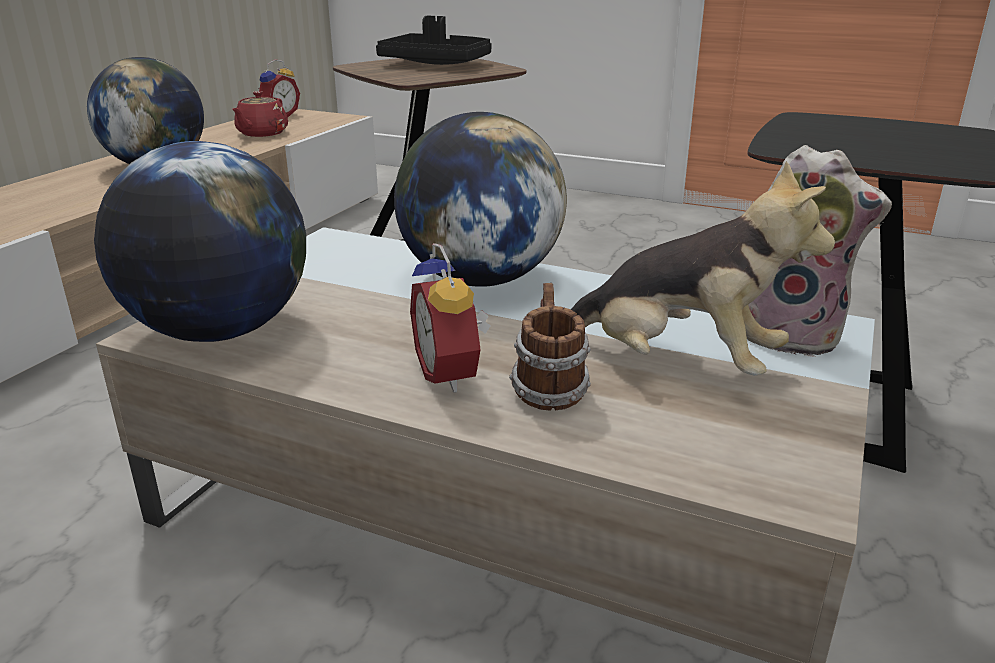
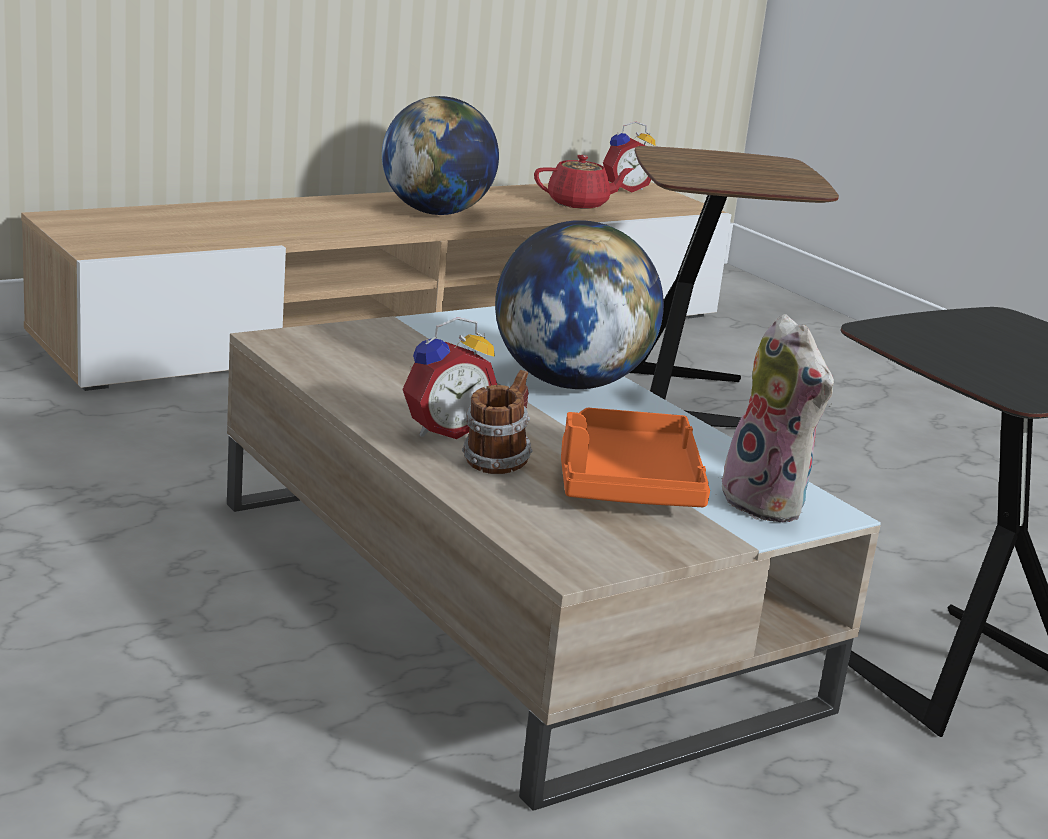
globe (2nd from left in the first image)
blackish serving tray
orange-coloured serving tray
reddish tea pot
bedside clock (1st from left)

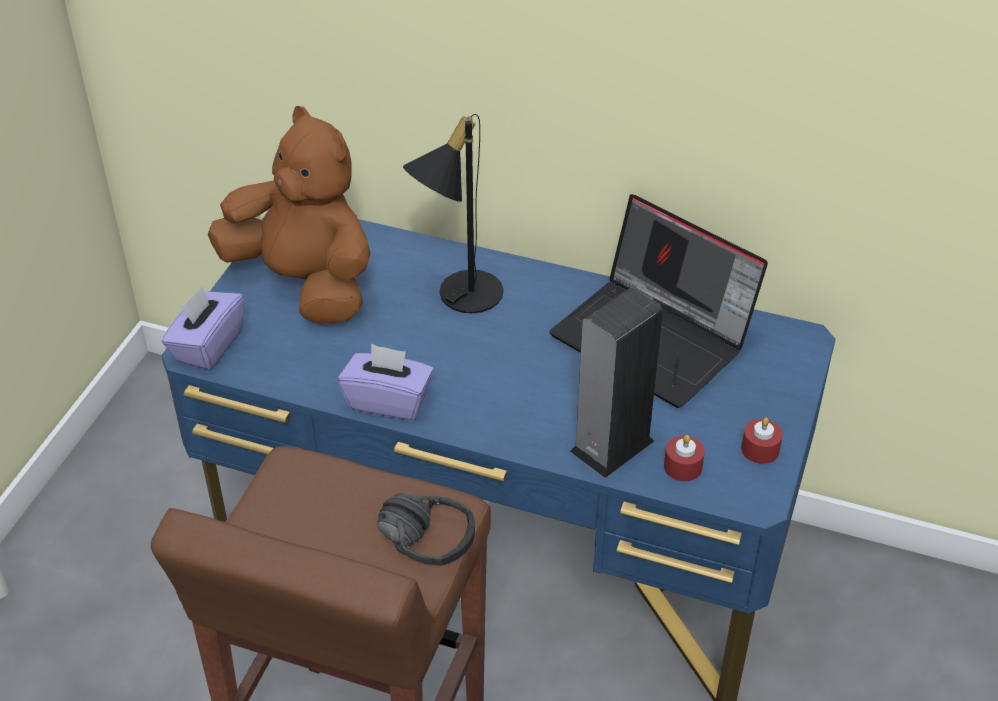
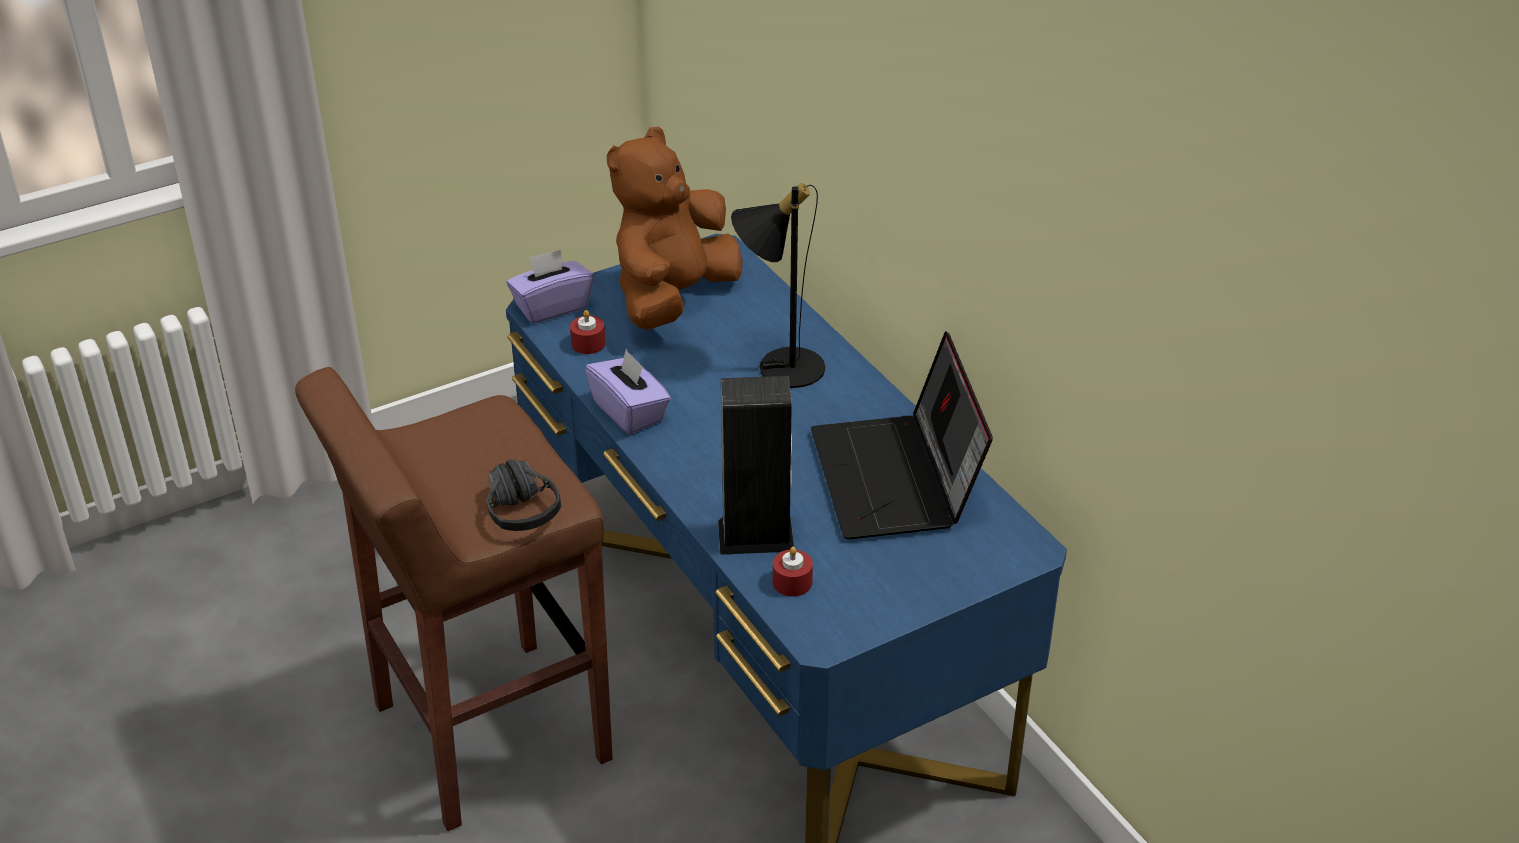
reddish wax candle (1st from left)
brown plush toy

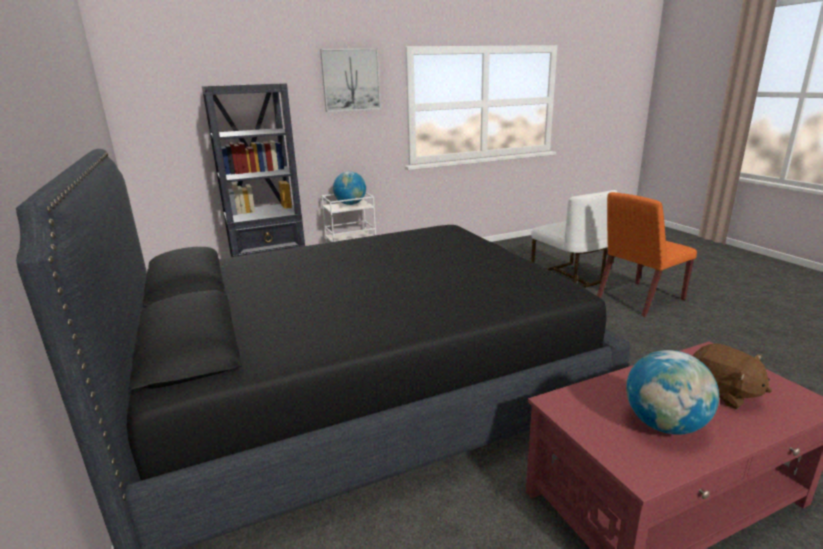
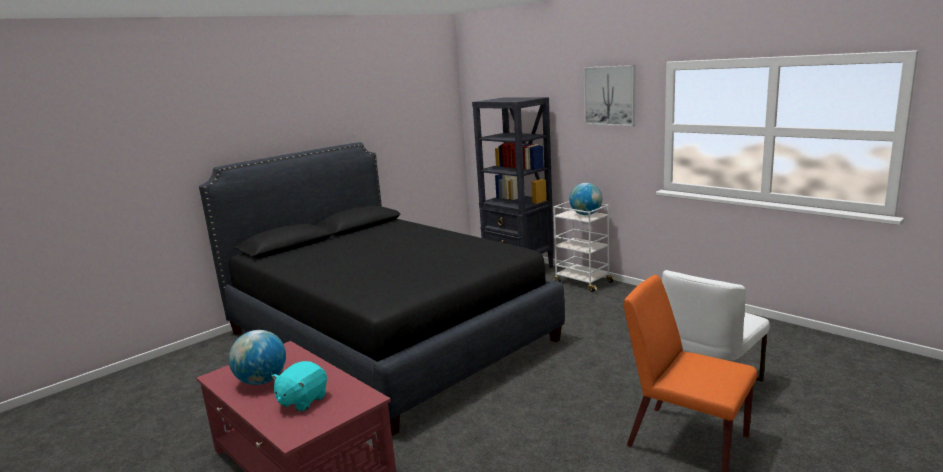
blue-green plush toy

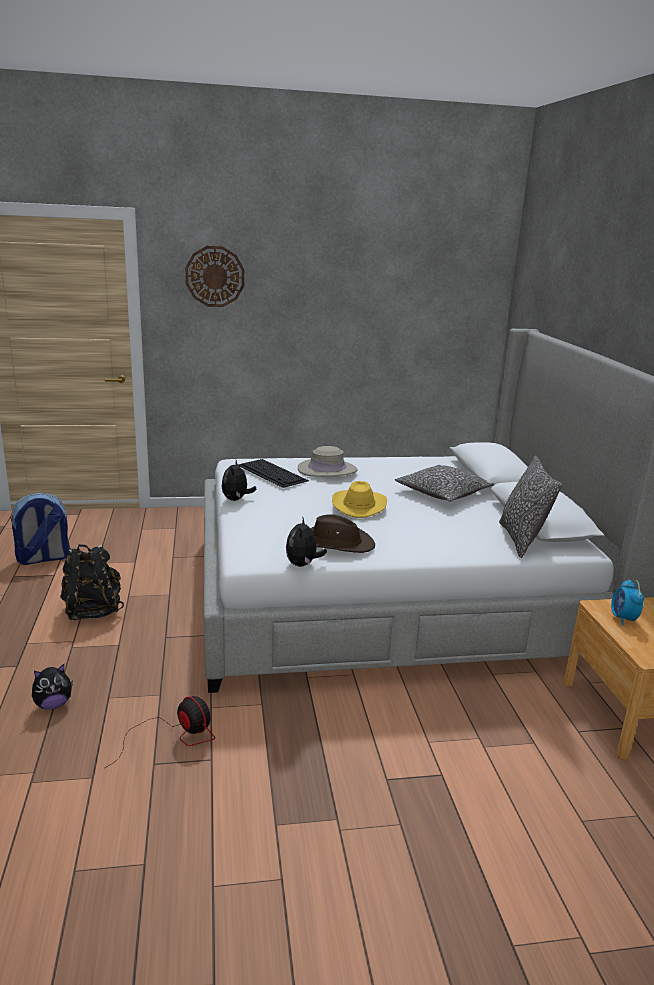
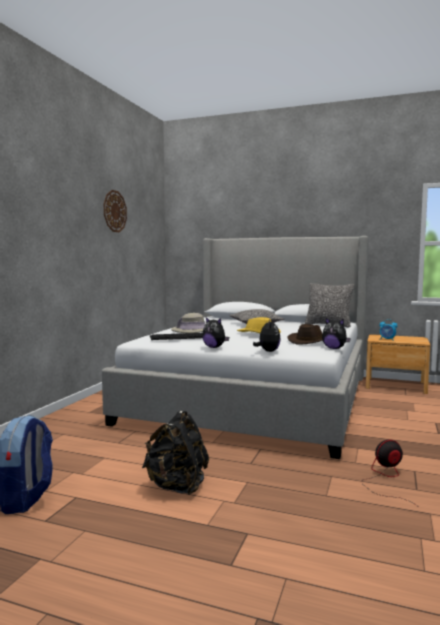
plush toy (2nd from left)
clock on the wall

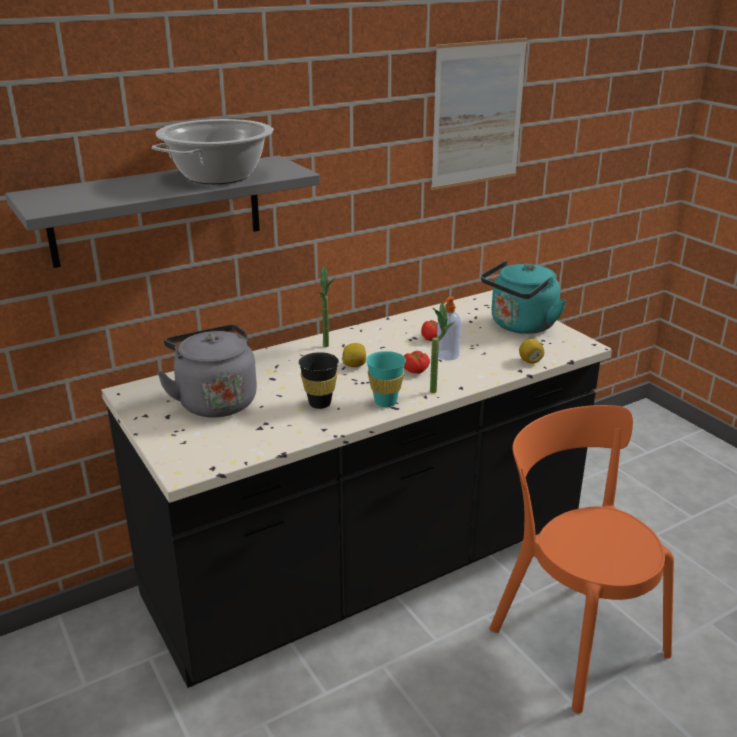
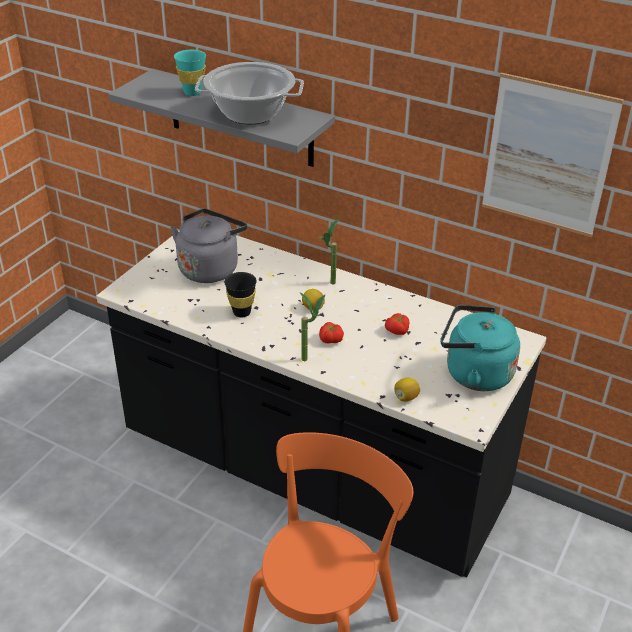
soap bottle
blue-green small cup

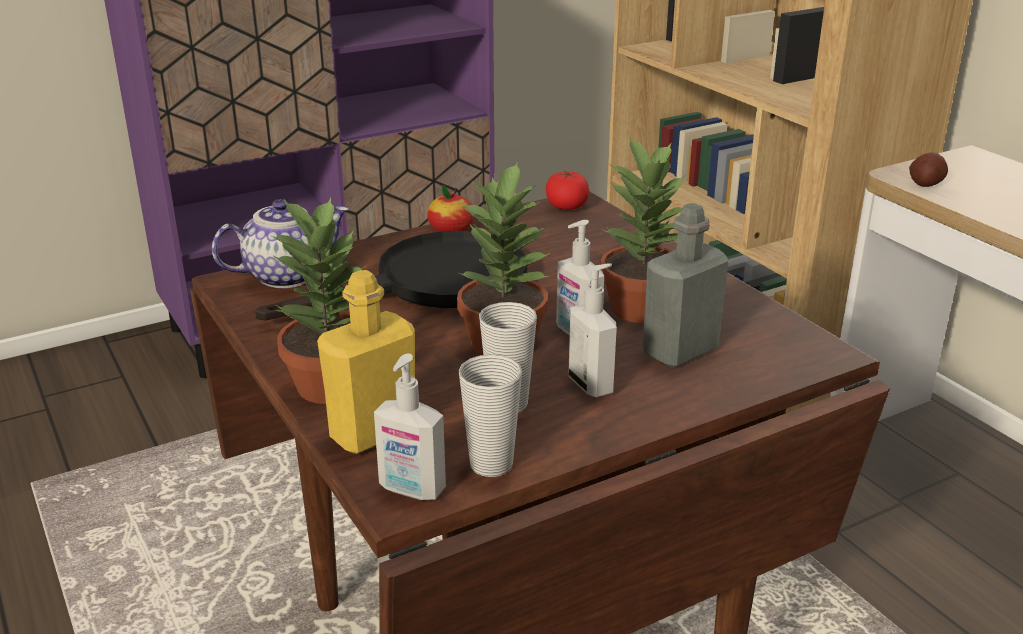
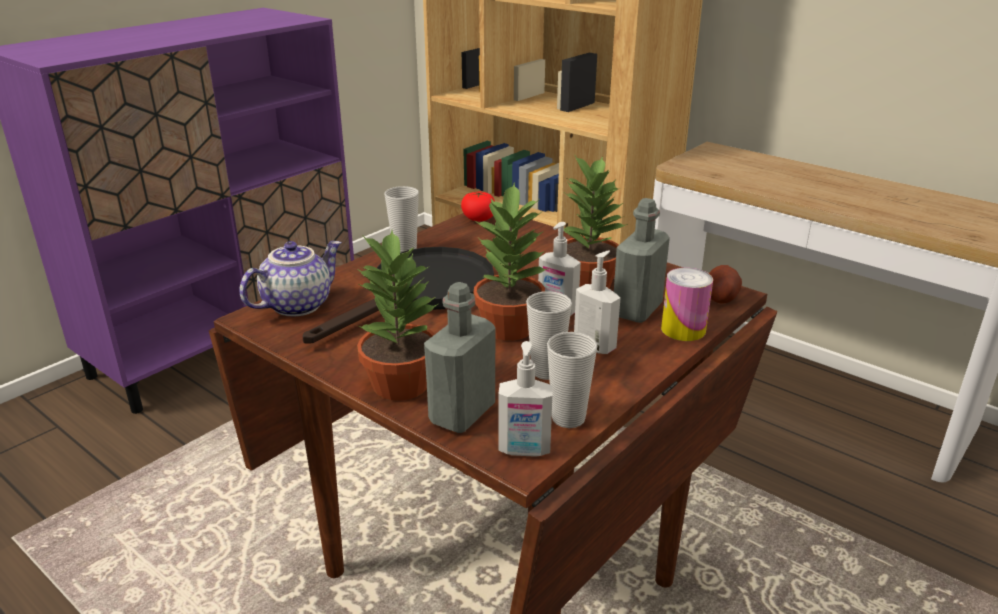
sealed can
whole potato
small cup (1st from left)
grey beverage bottle (1st from left)

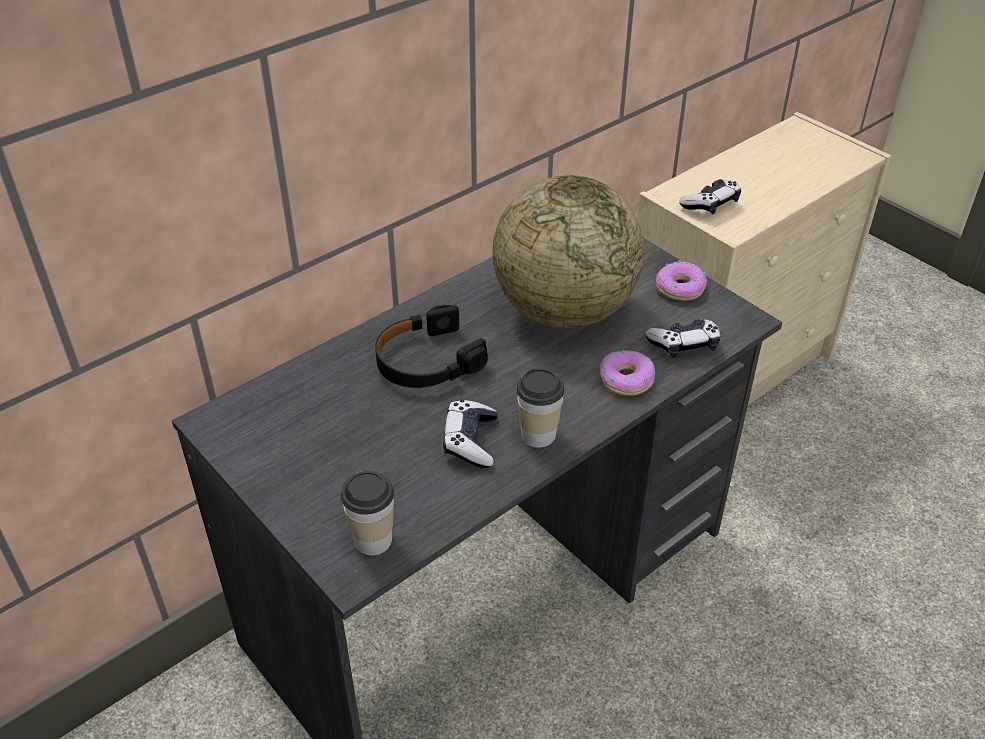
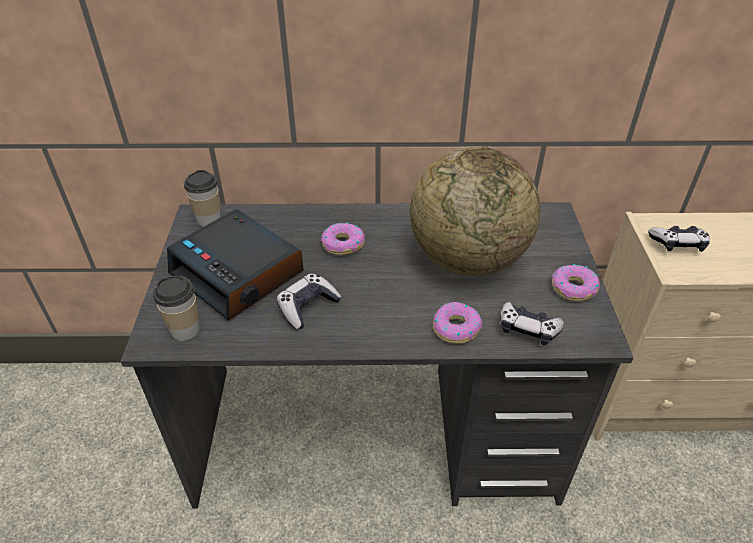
bedside clock
small cup (2nd from left)
ring doughnut (1st from left)

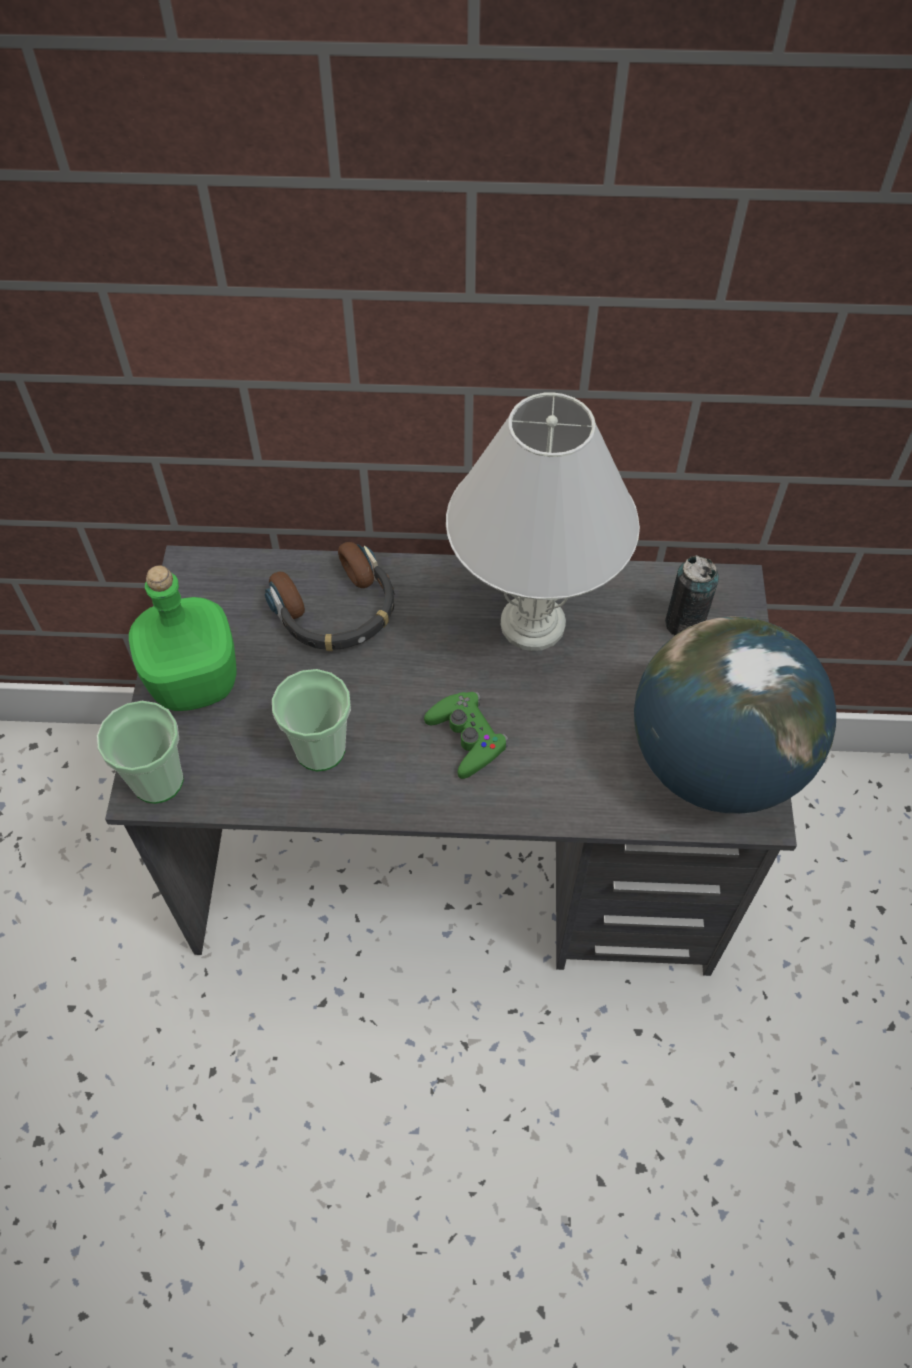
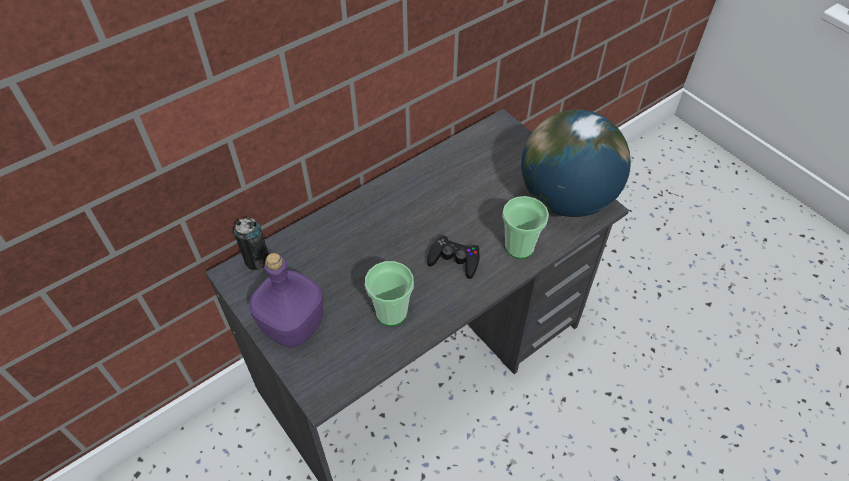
headset
white table lamp
small cup (2nd from left)
sealed can
purplish beverage bottle
blackish game controller

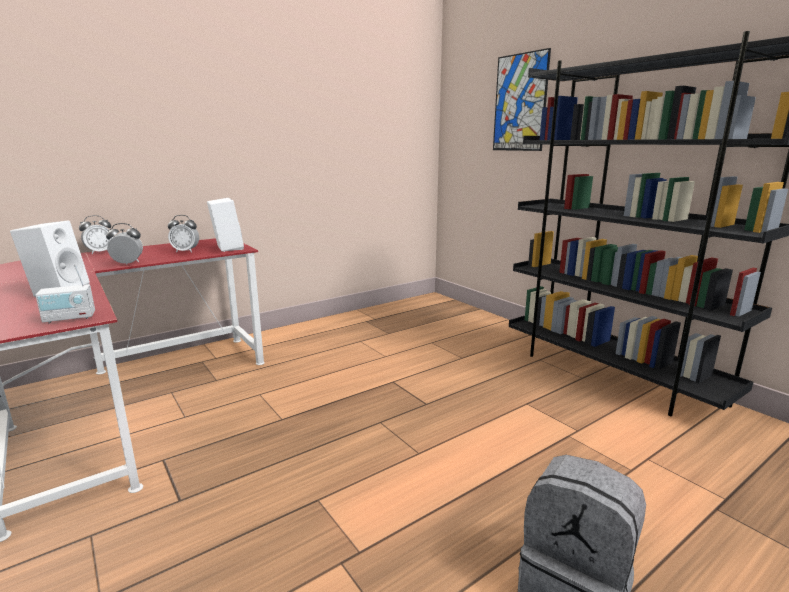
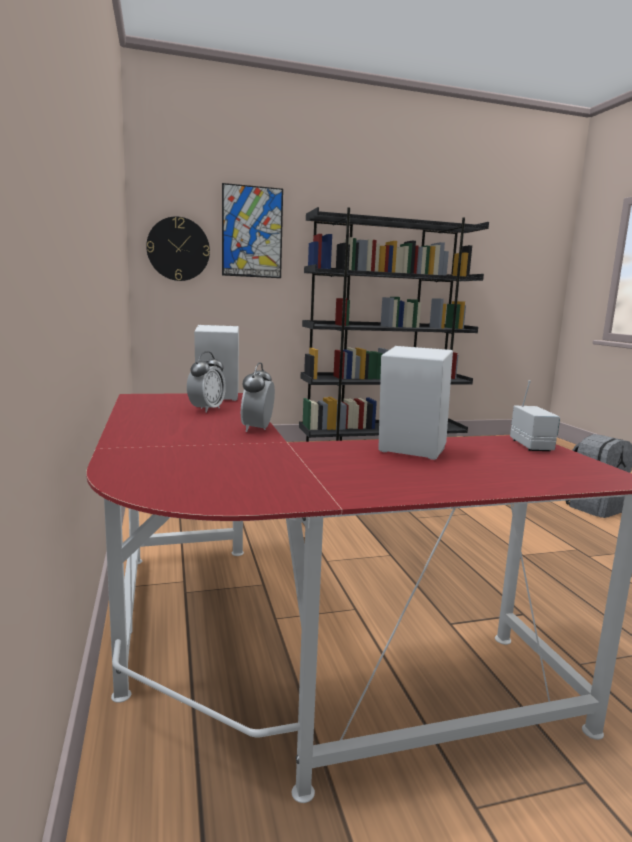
bedside clock (1st from left in the first image)
clock on the wall

